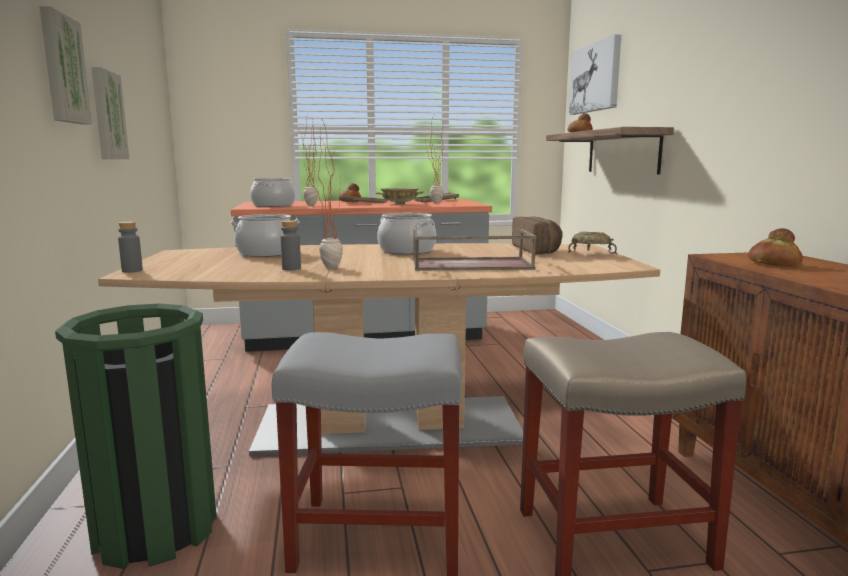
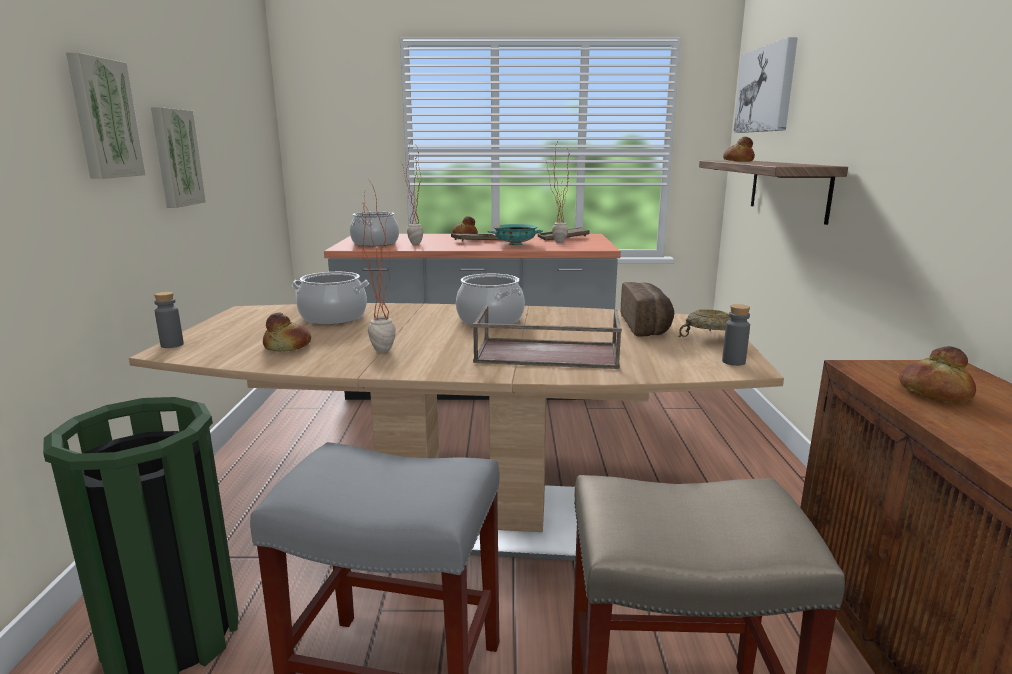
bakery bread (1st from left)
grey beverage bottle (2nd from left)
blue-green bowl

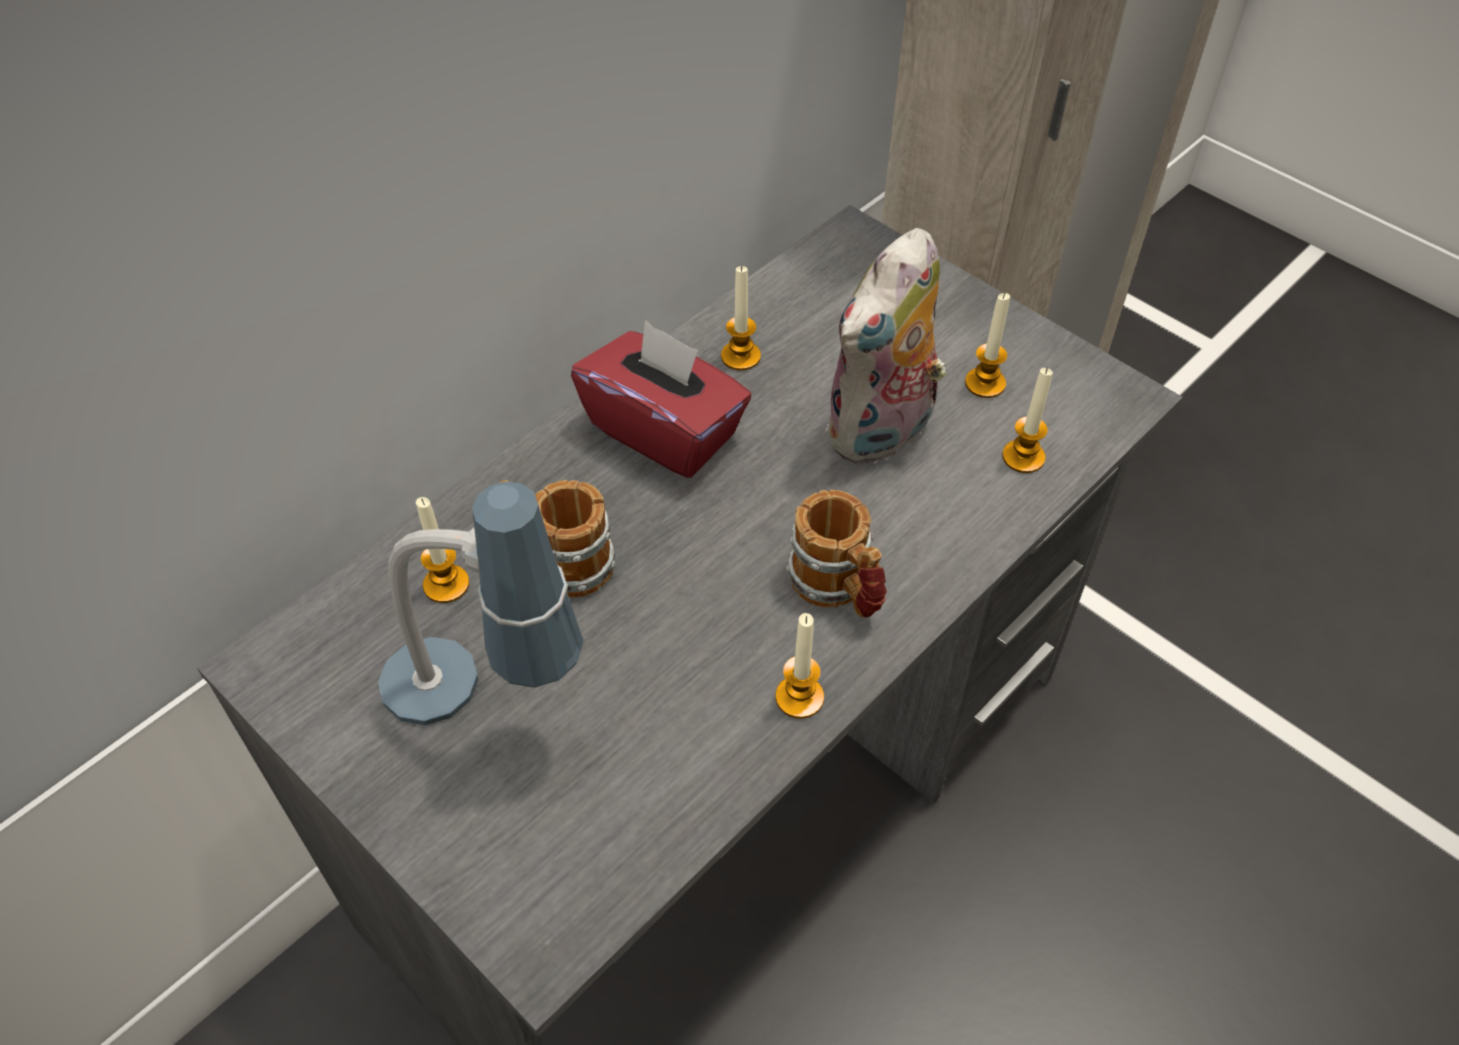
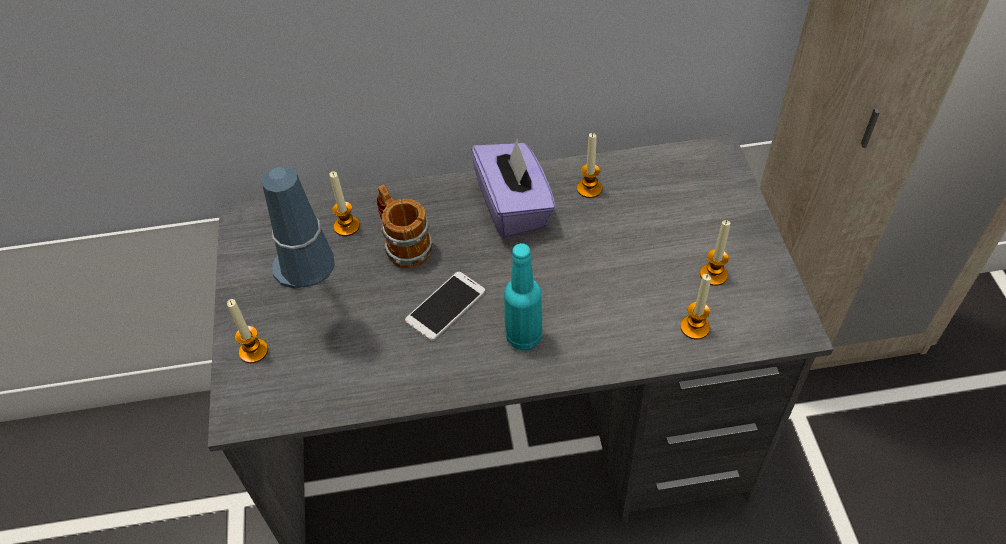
plush toy
phone
wax candle (1st from left)
blue-green beverage bottle
purplish tissue box

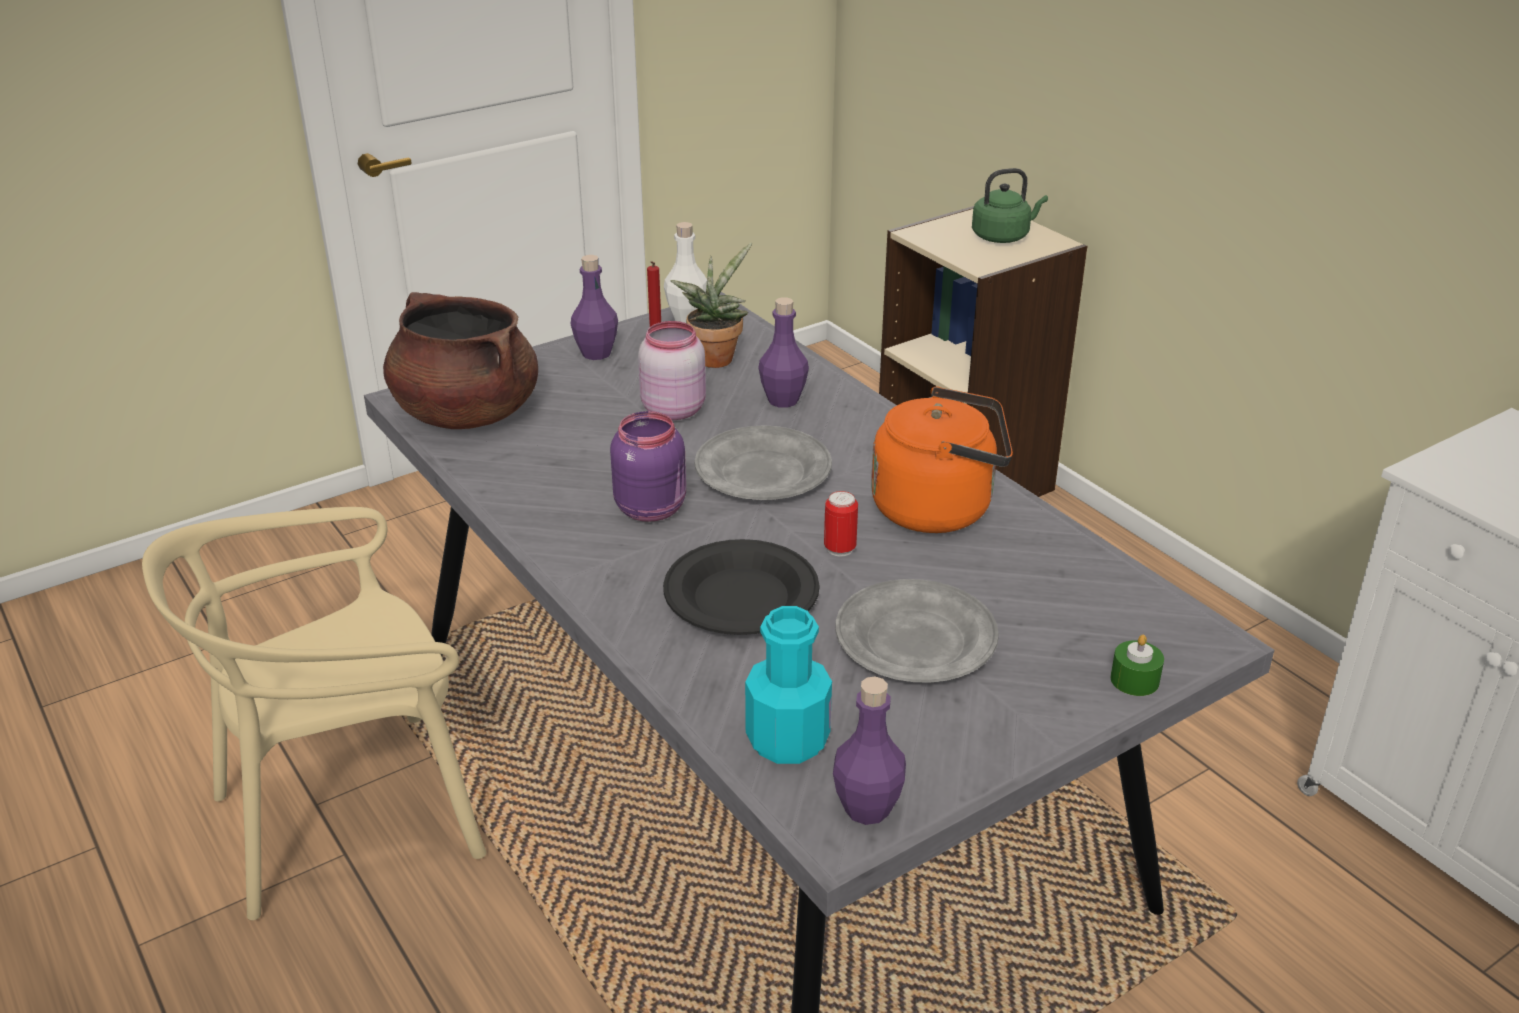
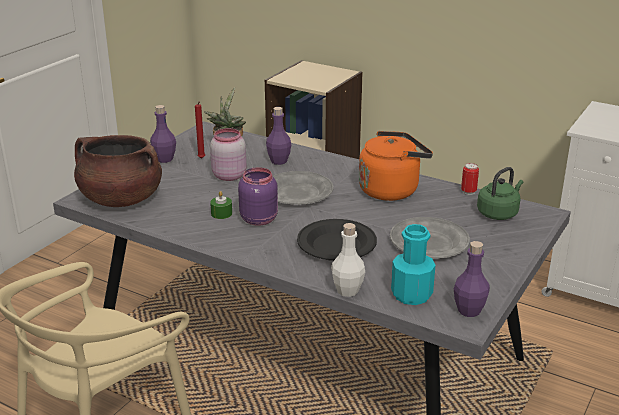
white beverage bottle
sealed can
green-coloured kettle
green-coloured wax candle

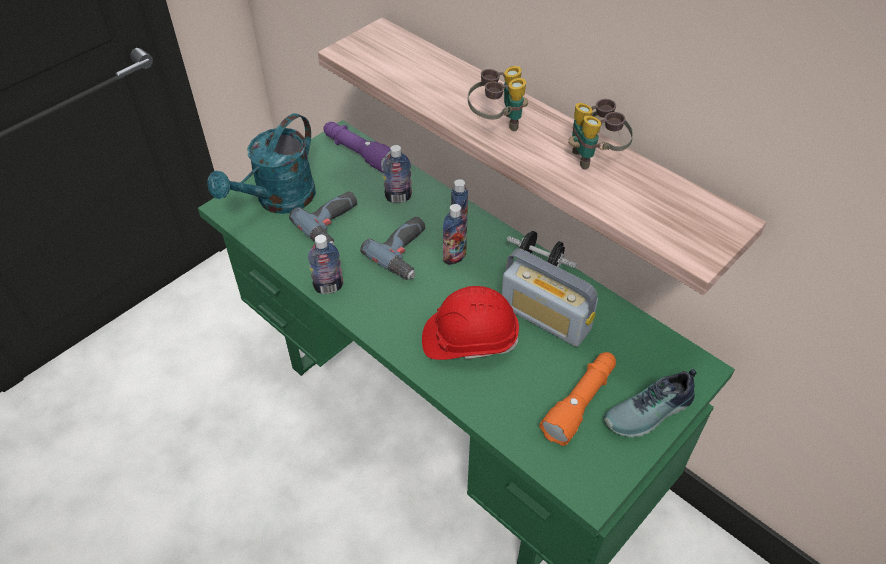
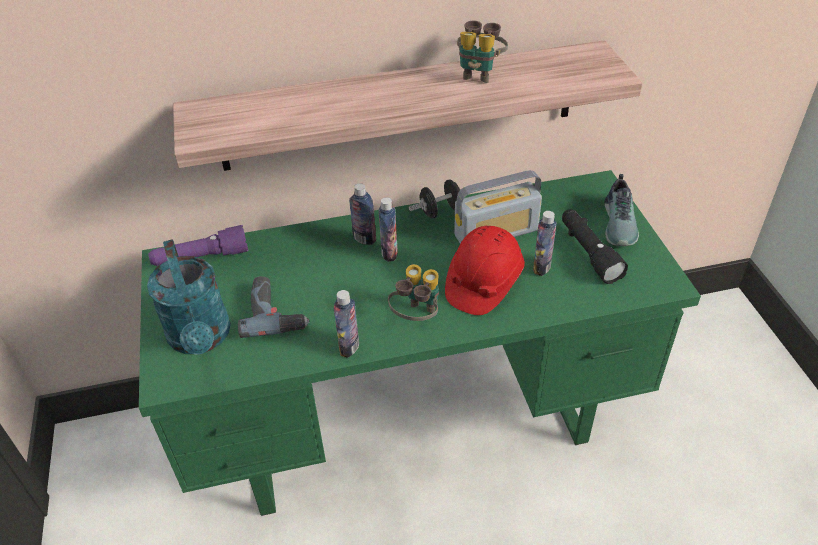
electric drill (2nd from left in the first image)
beverage bottle (4th from left)
pair of binoculars (1st from left)
blackish hand torch

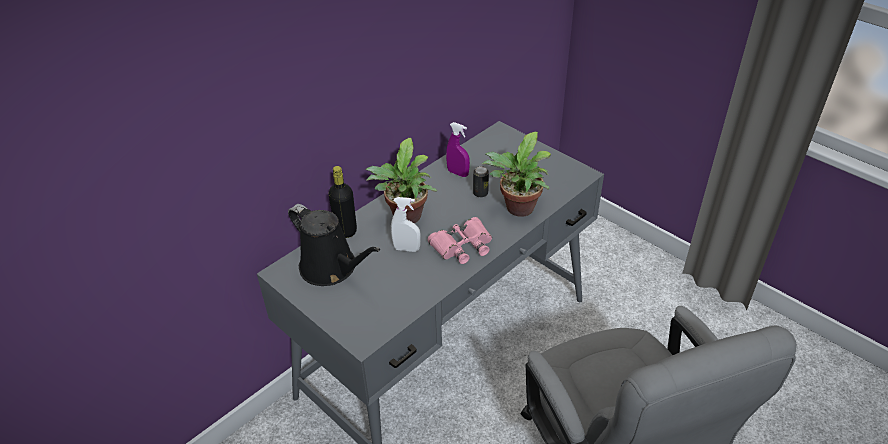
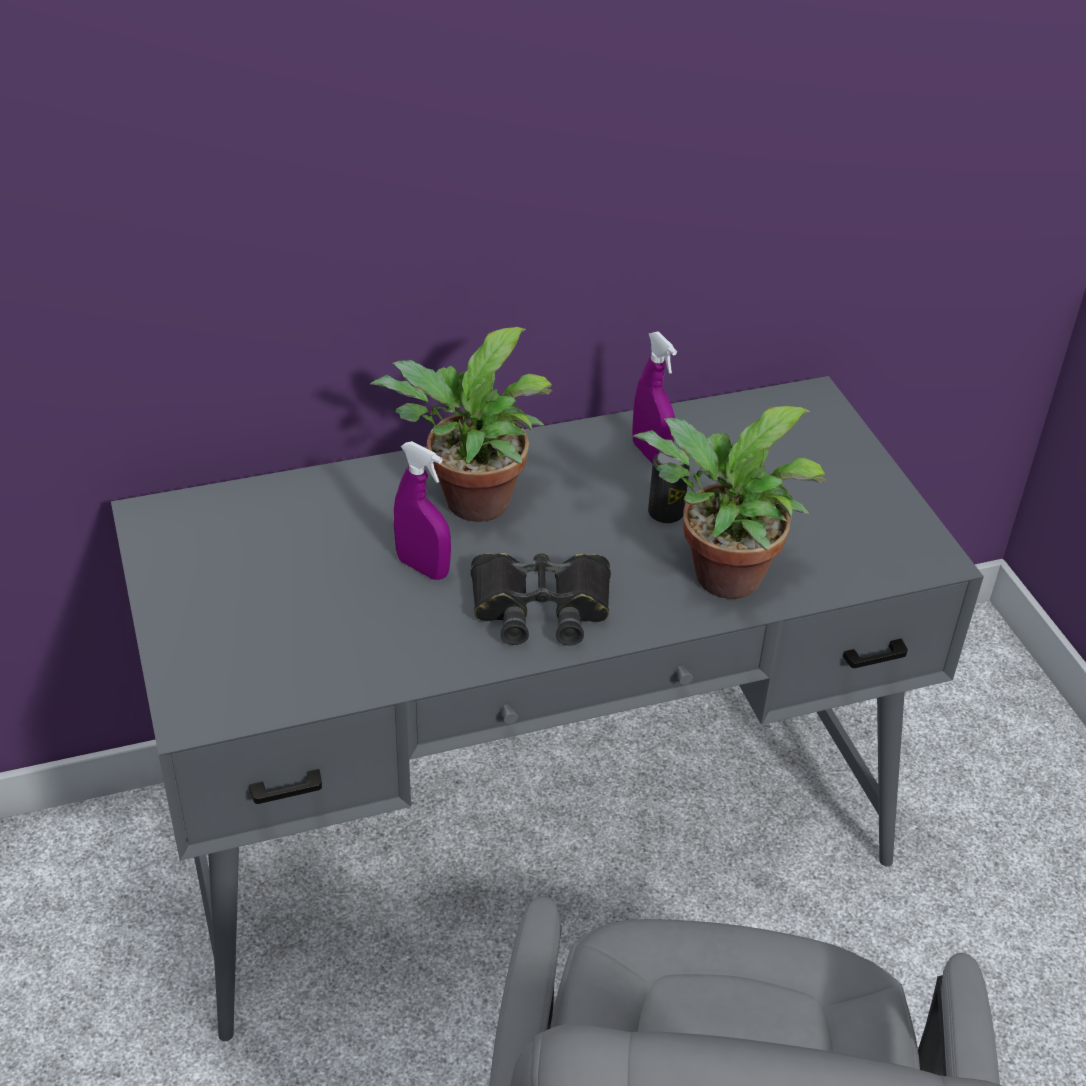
blackish watering pot
blackish beverage bottle
purplish hand sprayer (1st from left)
blackish pair of binoculars

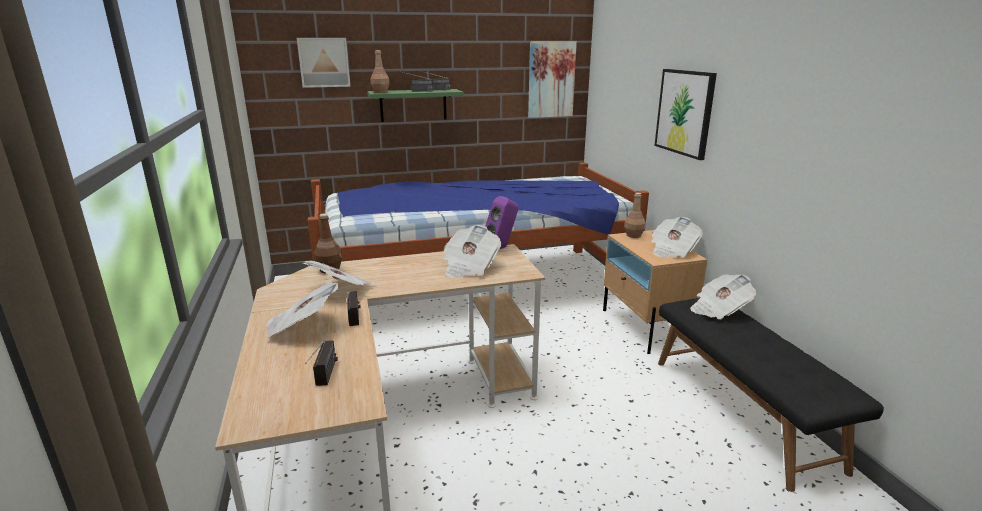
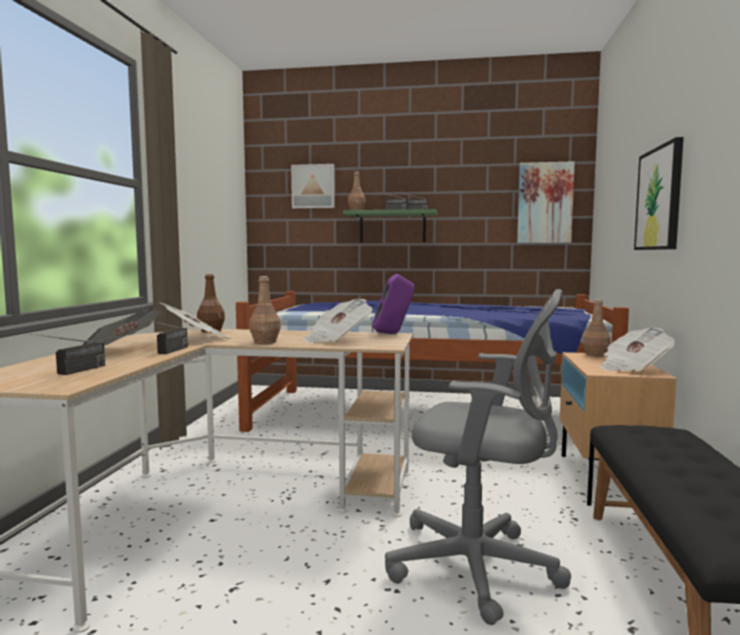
printed paper (5th from left in the first image)
brown beverage bottle (2nd from left)
grey office chair

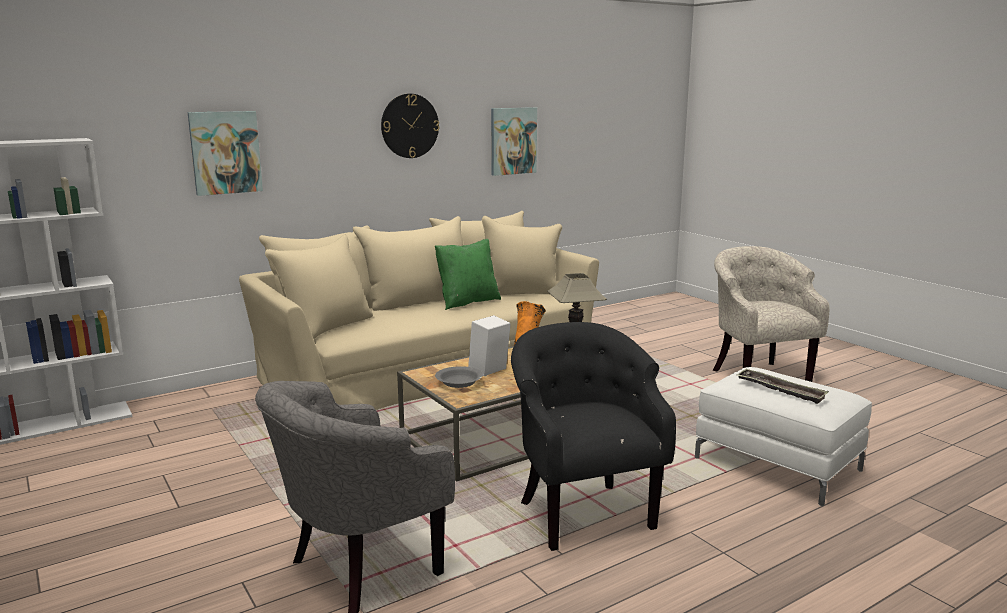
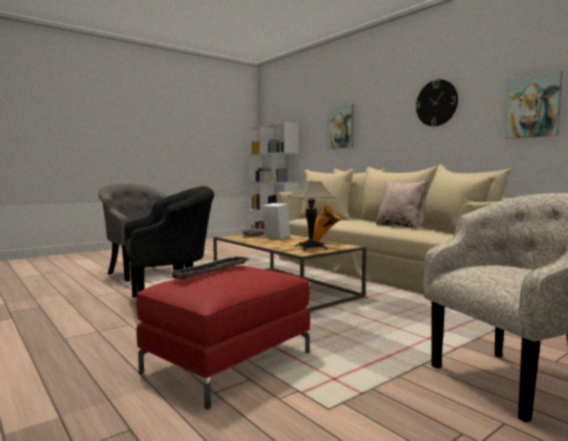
sand-coloured cushion
reddish pouffe

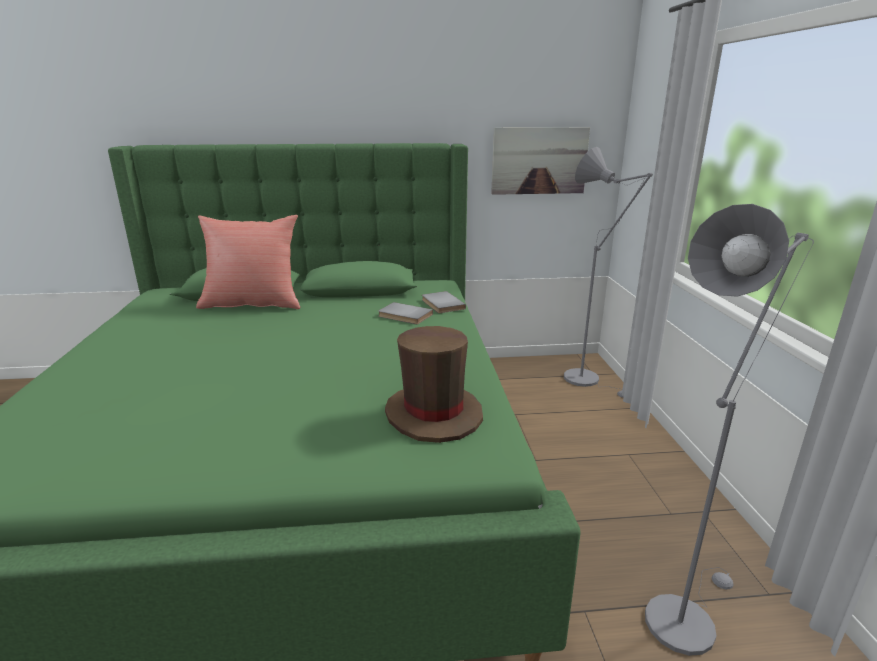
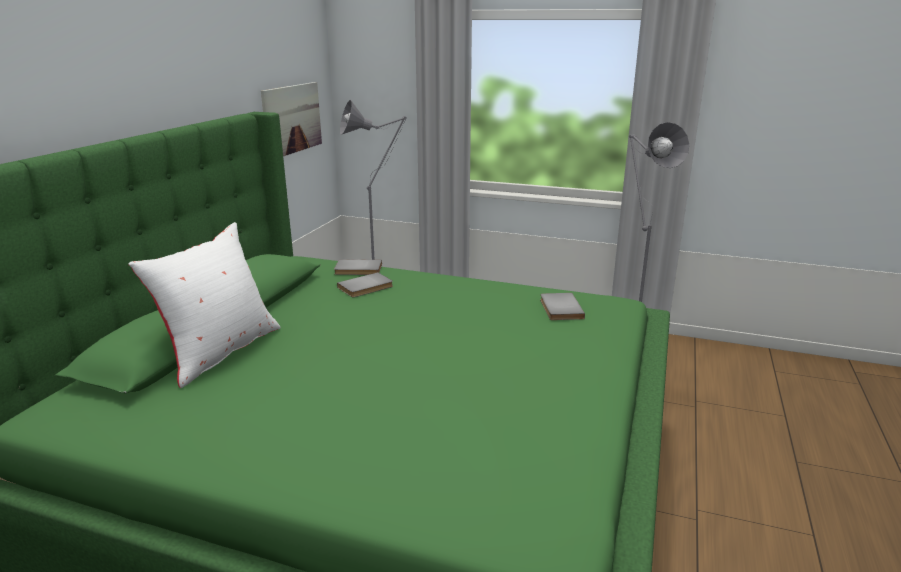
grey bound book (3rd from left)
white cushion

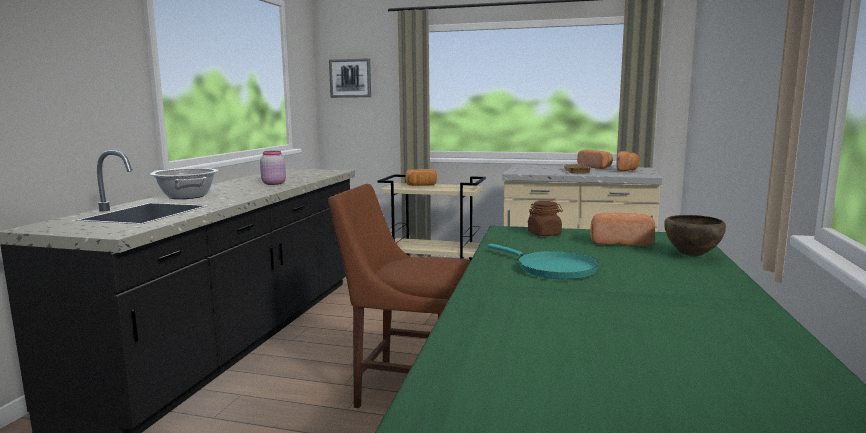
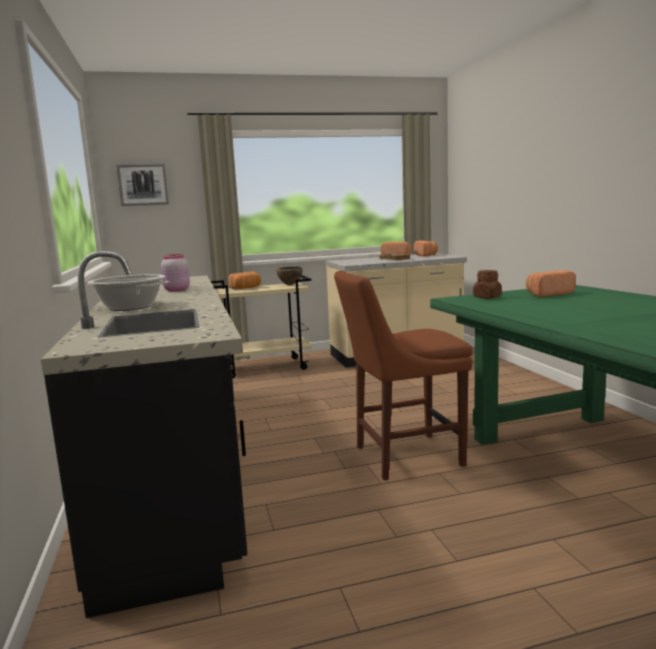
blue-green pan
brown bowl

